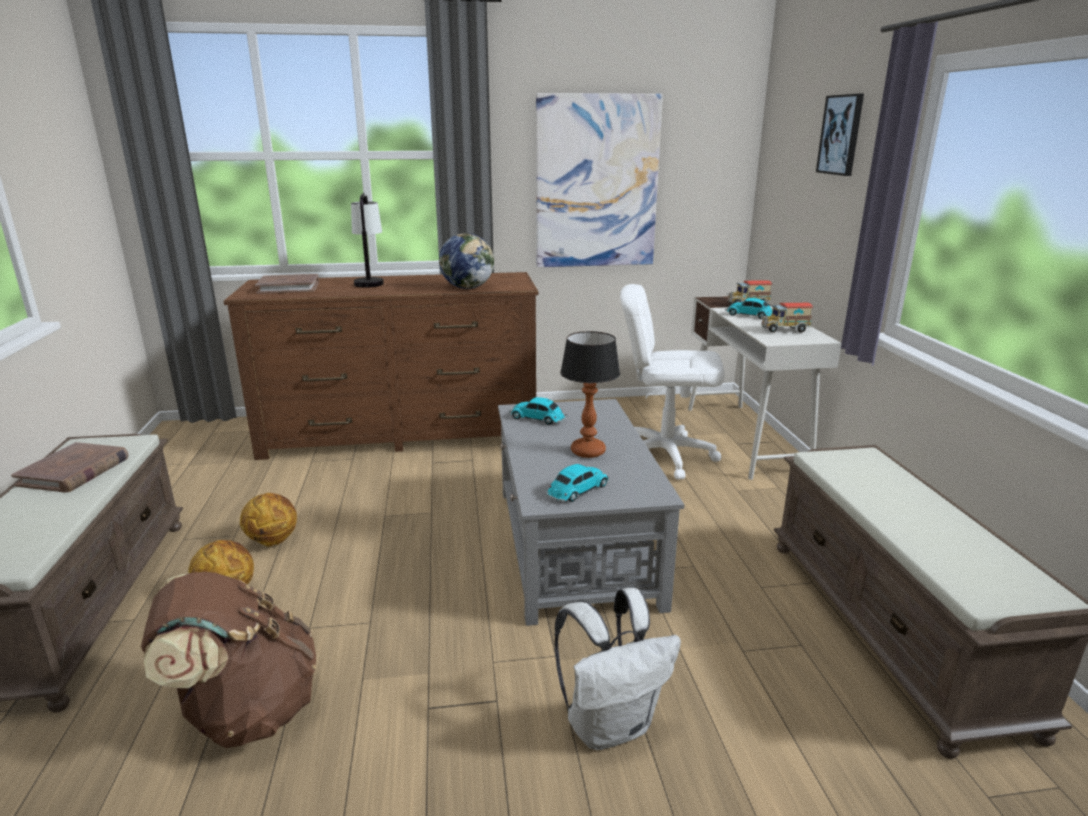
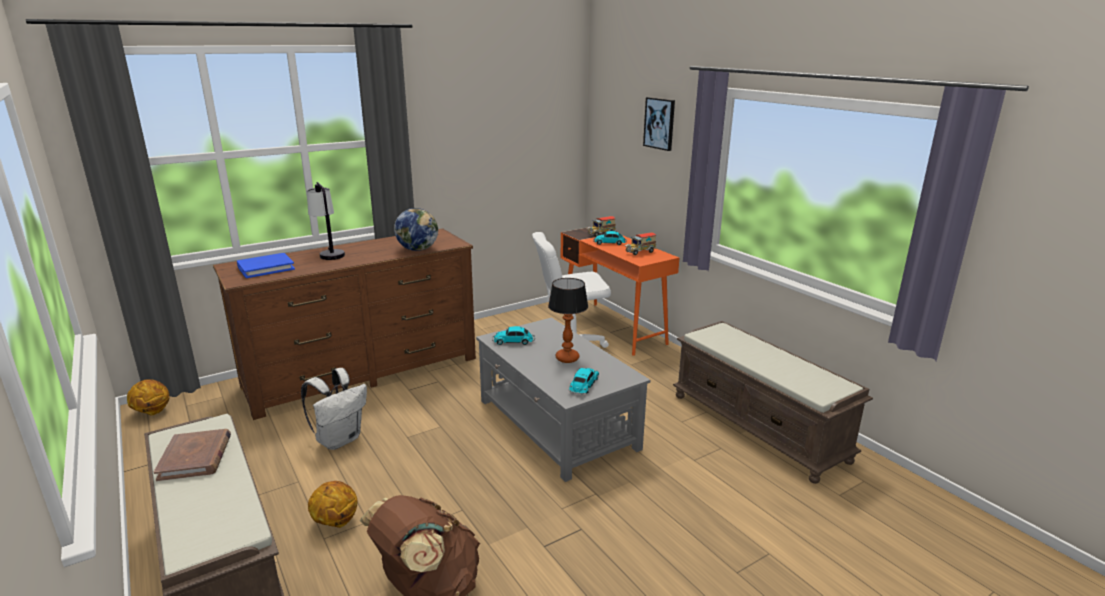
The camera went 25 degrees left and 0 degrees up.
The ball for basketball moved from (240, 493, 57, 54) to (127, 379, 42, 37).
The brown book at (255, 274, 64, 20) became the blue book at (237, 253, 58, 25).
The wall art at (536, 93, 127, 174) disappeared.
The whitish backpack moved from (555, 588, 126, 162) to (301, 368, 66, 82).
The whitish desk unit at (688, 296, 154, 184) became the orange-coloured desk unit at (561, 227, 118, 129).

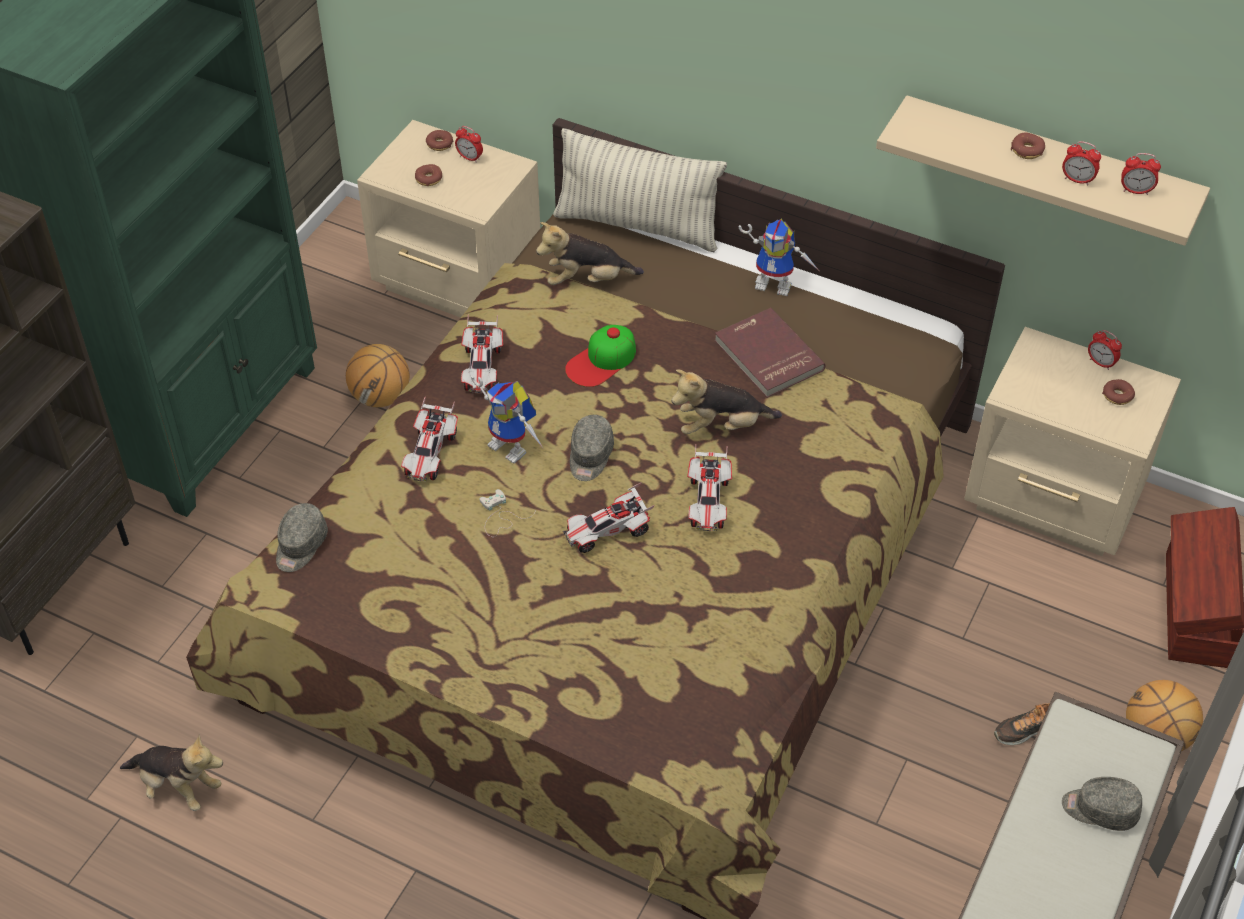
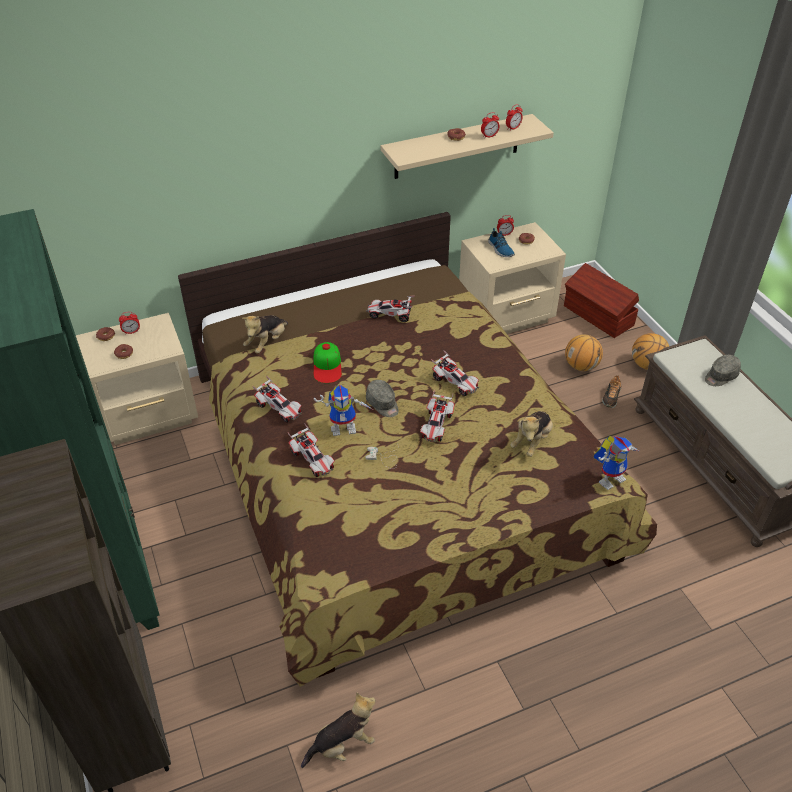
The camera went 50 degrees left and 5 degrees down.
The greyish cap at (276, 503, 52, 69) disappeared.
The ball for basketball moved from (346, 344, 64, 63) to (565, 334, 38, 37).
The cushion at (553, 128, 174, 124) disappeared.
The cuddly toy moved from (671, 369, 111, 65) to (511, 411, 42, 46).
The red book at (714, 308, 112, 90) was replaced by the model car at (366, 296, 48, 26).
The toy robot moved from (739, 218, 79, 78) to (594, 436, 45, 54).
The low shoe at (488, 228, 27, 29) appeared.

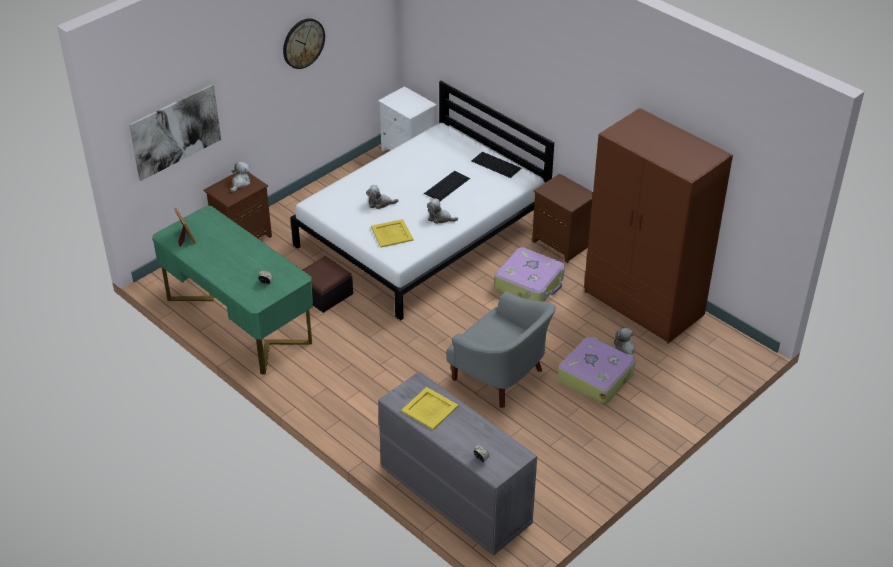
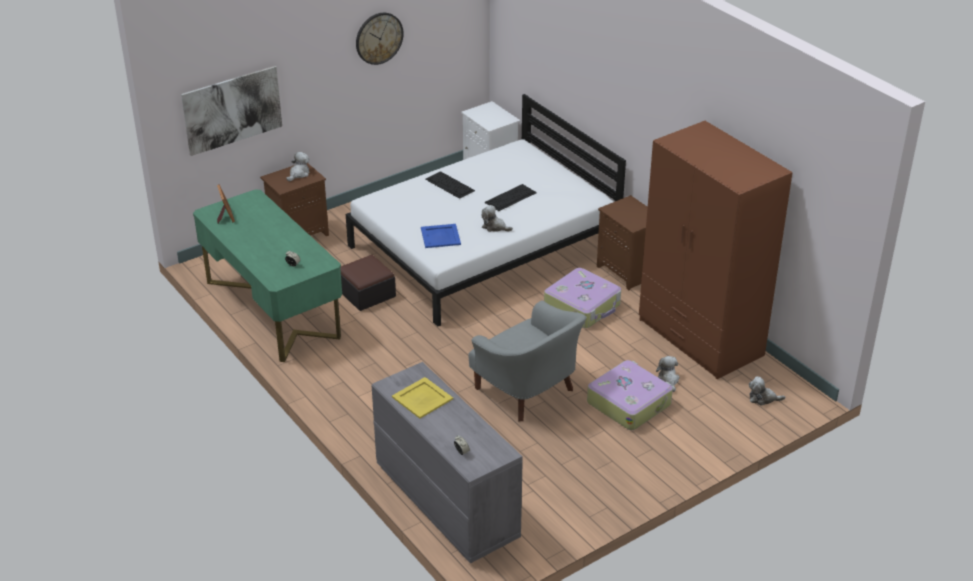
The camera went 10 degrees right and 5 degrees down.
The cuddly toy moved from (366, 185, 33, 24) to (749, 376, 36, 30).
The yellow tray at (371, 219, 43, 29) became the blue tray at (421, 224, 40, 24).
The computer keyboard moved from (471, 152, 51, 26) to (425, 171, 50, 28).

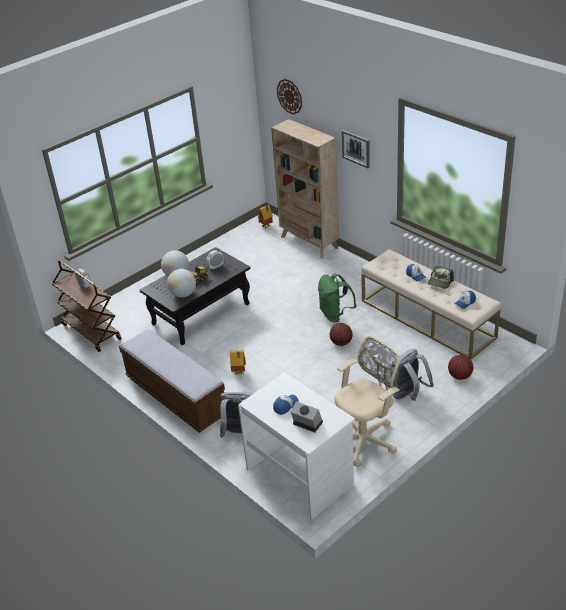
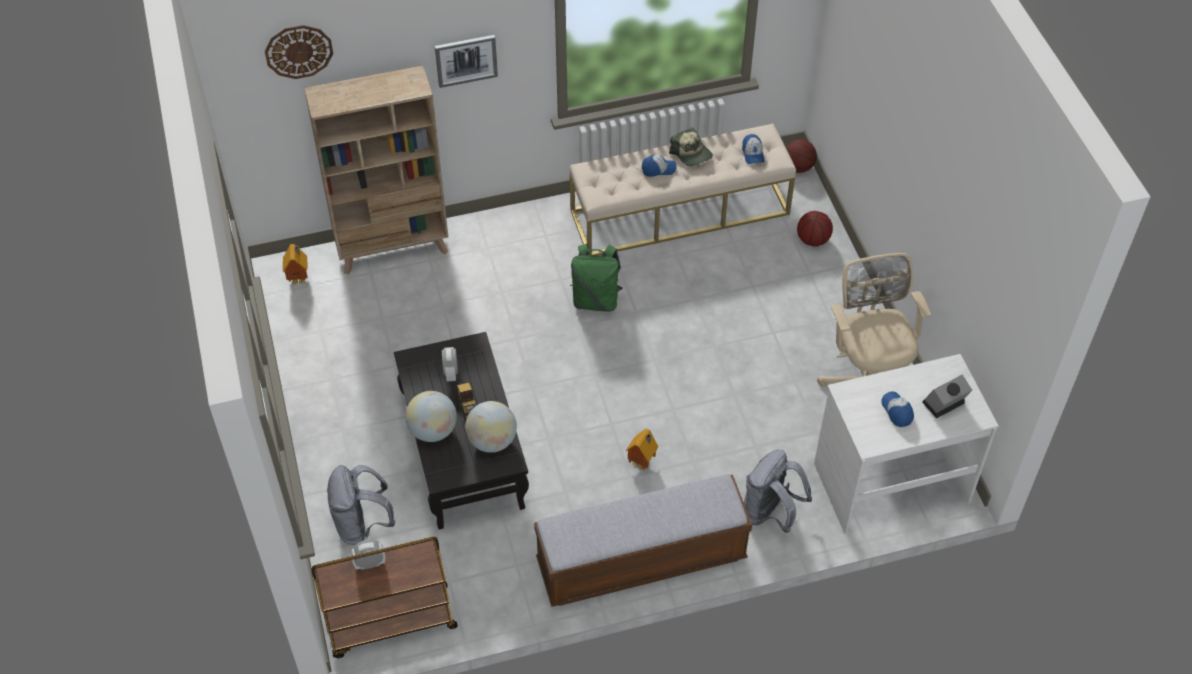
The camera went 65 degrees left and 15 degrees up.
The ball for basketball moved from (330, 323, 23, 23) to (786, 139, 31, 34).
The greyish backpack moved from (391, 349, 43, 52) to (327, 465, 68, 80).

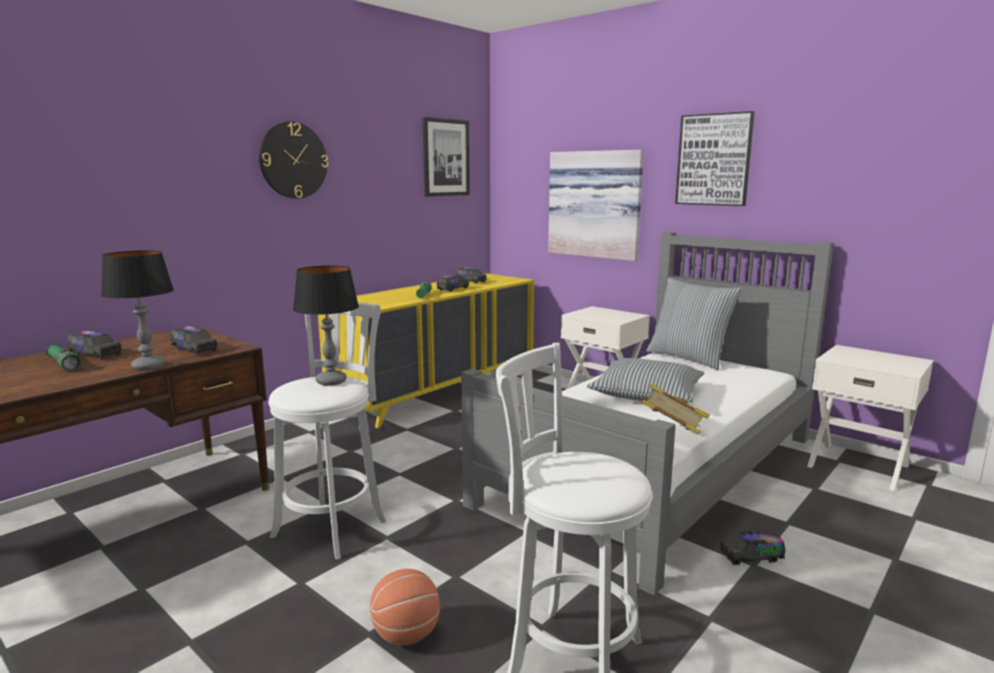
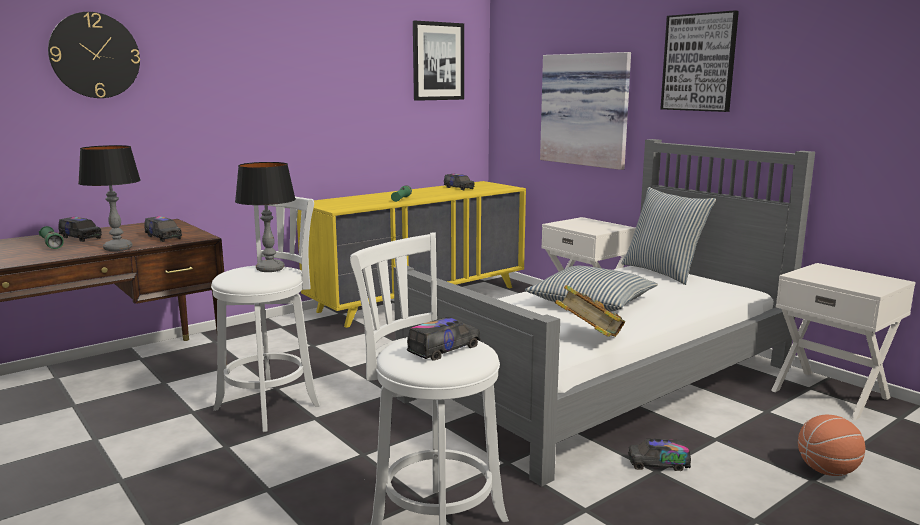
The camera went 10 degrees right and 0 degrees up.
The hanging clock moved from (259, 121, 69, 78) to (48, 12, 92, 86).
The ball for basketball moved from (370, 569, 70, 76) to (798, 415, 67, 61).
The toy truck moved from (437, 275, 32, 17) to (407, 317, 74, 44).

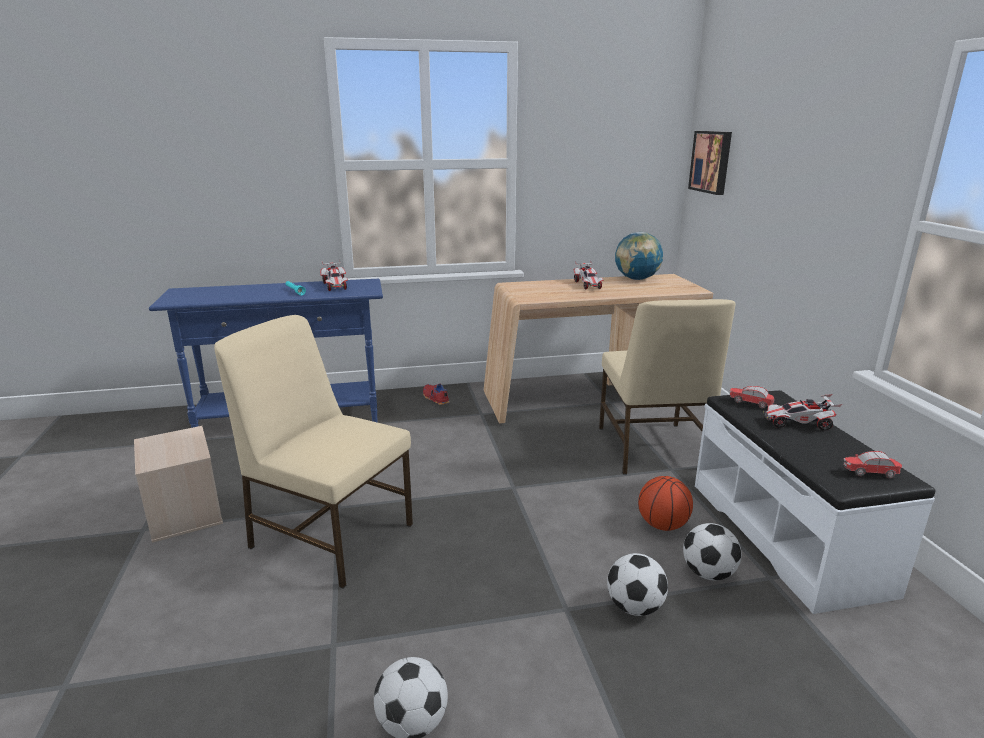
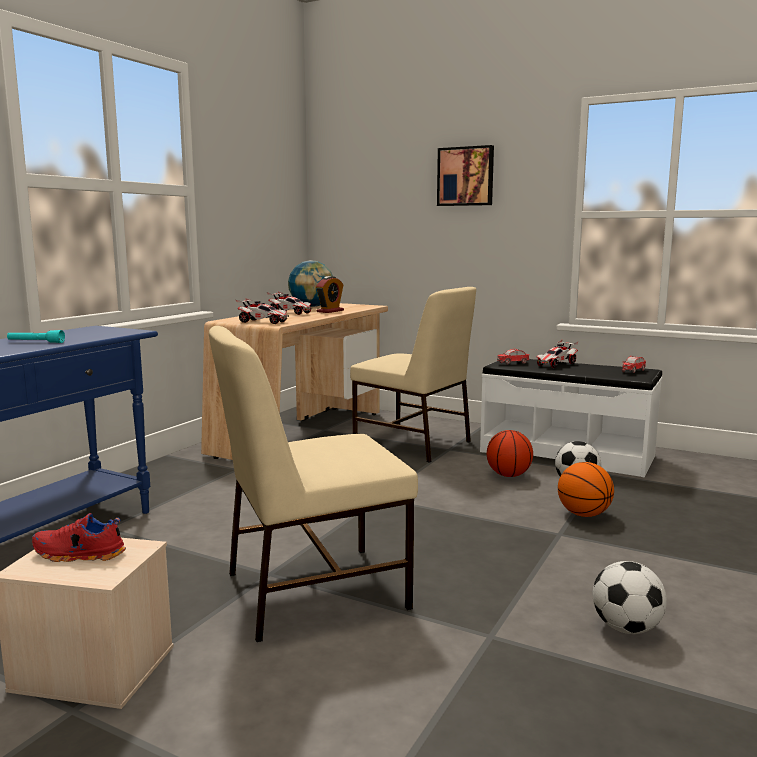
The camera went 50 degrees left and 10 degrees down.
The model car moved from (320, 260, 28, 31) to (236, 298, 53, 26).
The red low shoe moved from (423, 383, 27, 22) to (32, 513, 94, 49).
The football at (607, 553, 61, 63) was replaced by the ball for basketball at (558, 462, 56, 55).
The wall art moved from (688, 131, 44, 64) to (437, 145, 57, 61).
The alarm clock at (316, 276, 28, 37) appeared.

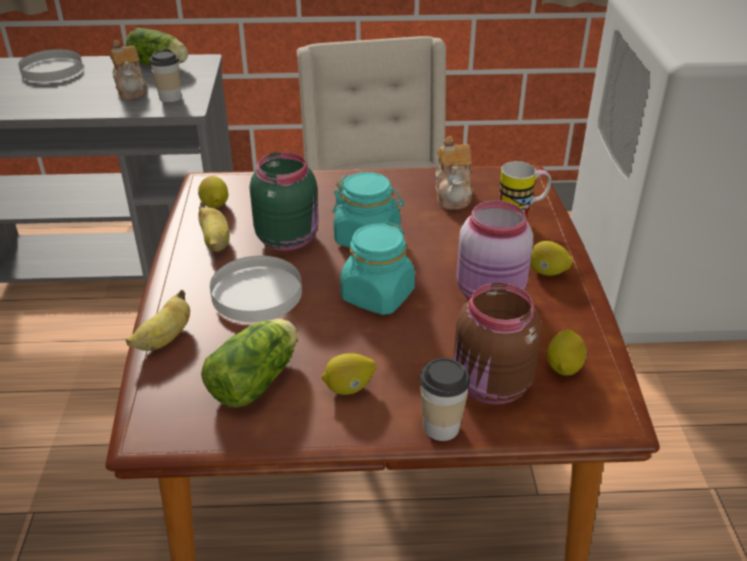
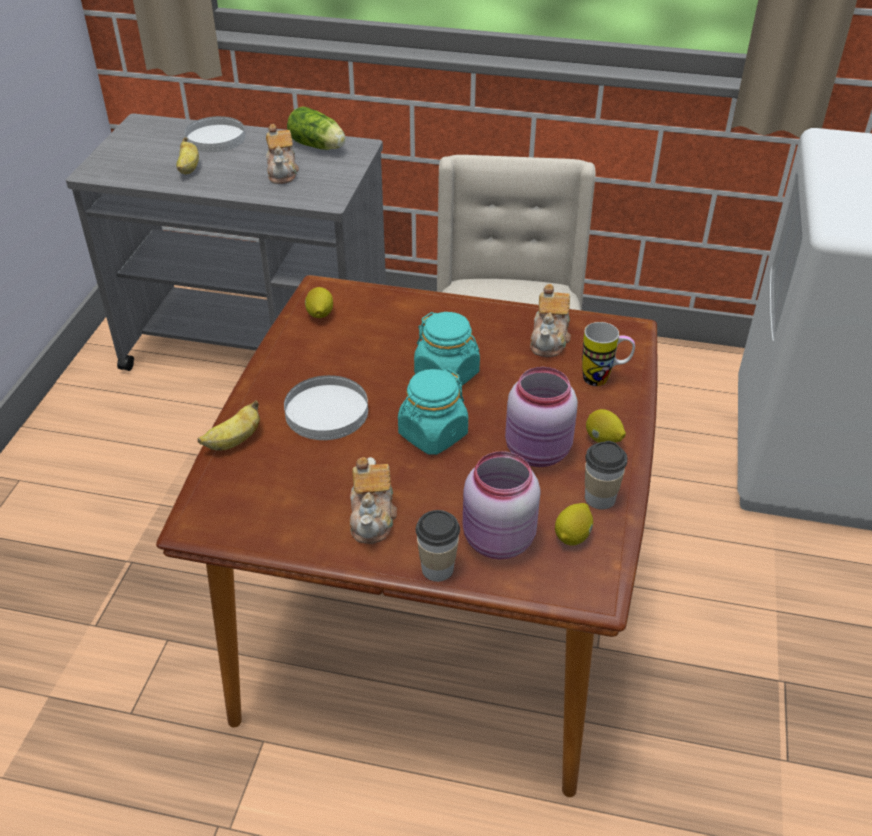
The camera went 15 degrees right and 5 degrees up.
The cup moved from (150, 49, 31, 53) to (585, 441, 42, 69).
The whole banana moved from (198, 202, 32, 50) to (176, 137, 23, 38).
The lettuce at (201, 319, 96, 89) disappeared.
The greenish preserve jar at (250, 152, 69, 99) disappeared.
The lemon at (322, 353, 54, 42) was replaced by the pot for tea at (349, 457, 48, 87).
The brown preserve jar at (454, 283, 88, 121) became the pink preserve jar at (463, 451, 78, 108).

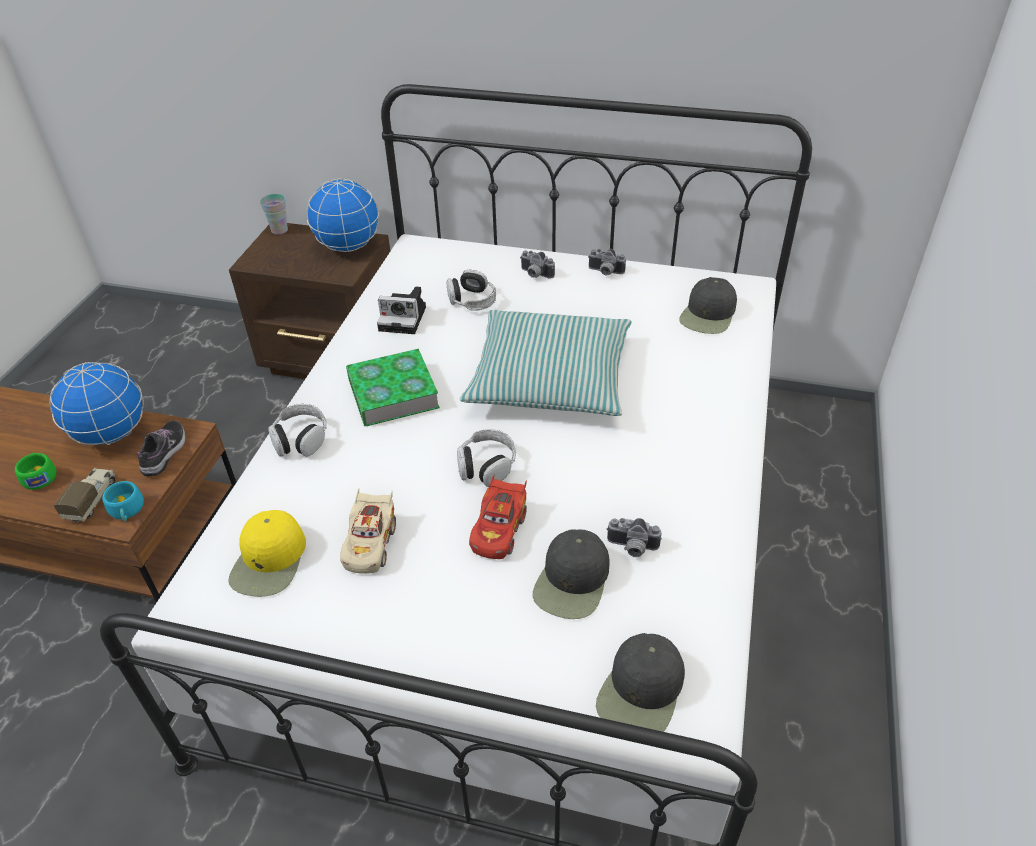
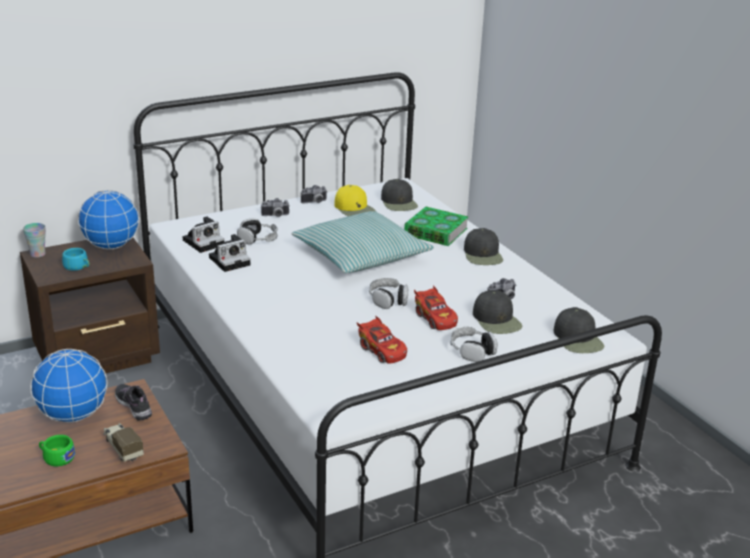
The camera went 45 degrees left and 15 degrees down.
The blue-green cup moved from (102, 481, 42, 41) to (62, 248, 27, 23).
The yellow cap moved from (229, 510, 77, 87) to (334, 185, 42, 31).
The headphones moved from (269, 404, 58, 53) to (450, 327, 47, 35).
The beige model car at (340, 488, 56, 86) became the red model car at (357, 316, 50, 48).
The book moved from (346, 349, 94, 77) to (404, 206, 64, 40).
The still camera at (183, 216, 41, 37) appeared.
The blackish cap at (464, 228, 39, 37) appeared.

